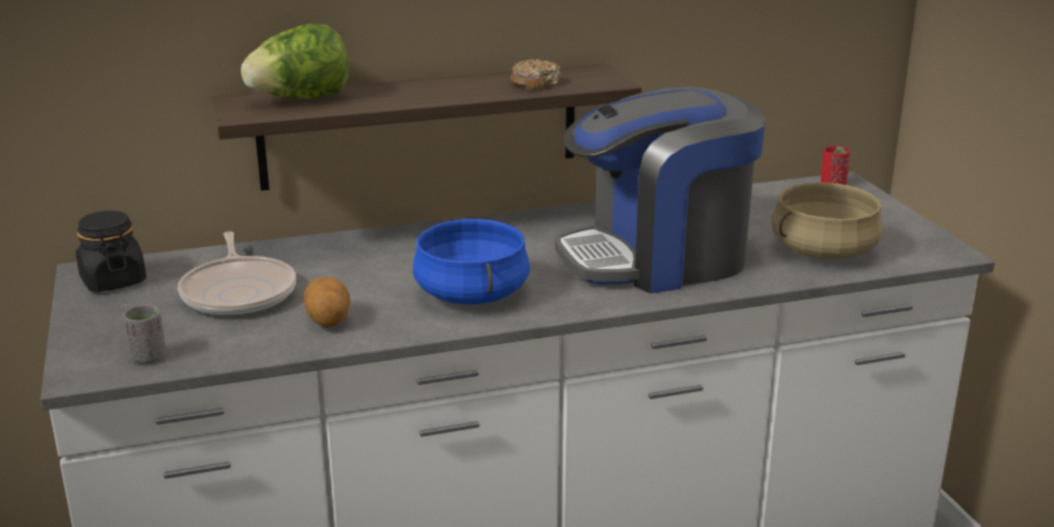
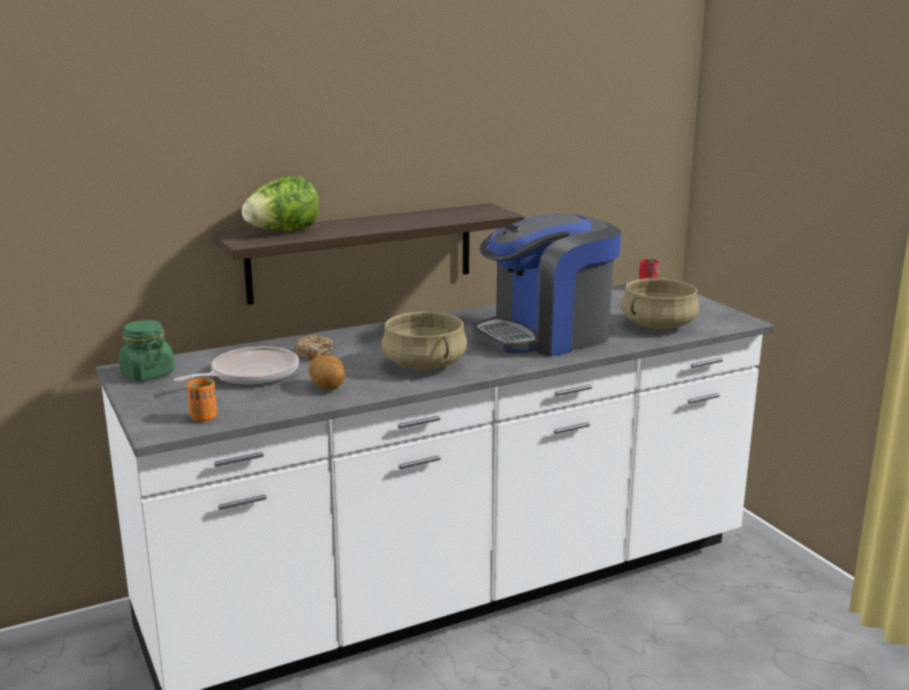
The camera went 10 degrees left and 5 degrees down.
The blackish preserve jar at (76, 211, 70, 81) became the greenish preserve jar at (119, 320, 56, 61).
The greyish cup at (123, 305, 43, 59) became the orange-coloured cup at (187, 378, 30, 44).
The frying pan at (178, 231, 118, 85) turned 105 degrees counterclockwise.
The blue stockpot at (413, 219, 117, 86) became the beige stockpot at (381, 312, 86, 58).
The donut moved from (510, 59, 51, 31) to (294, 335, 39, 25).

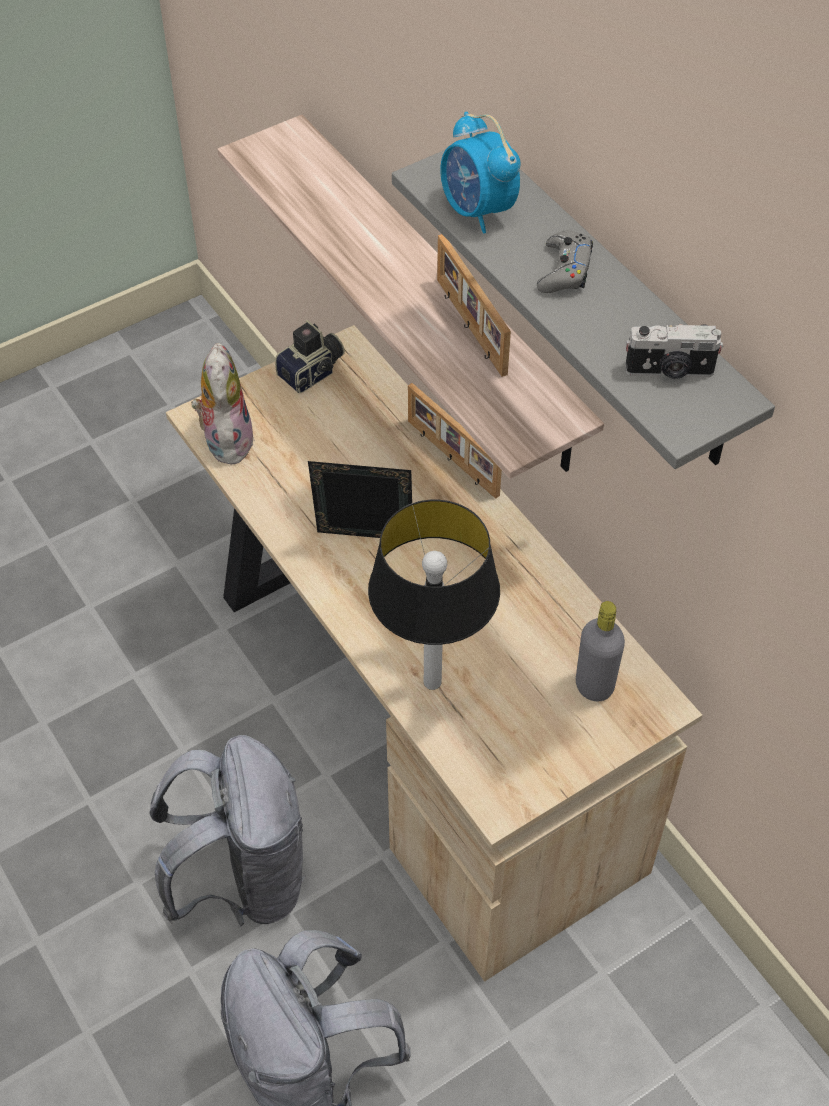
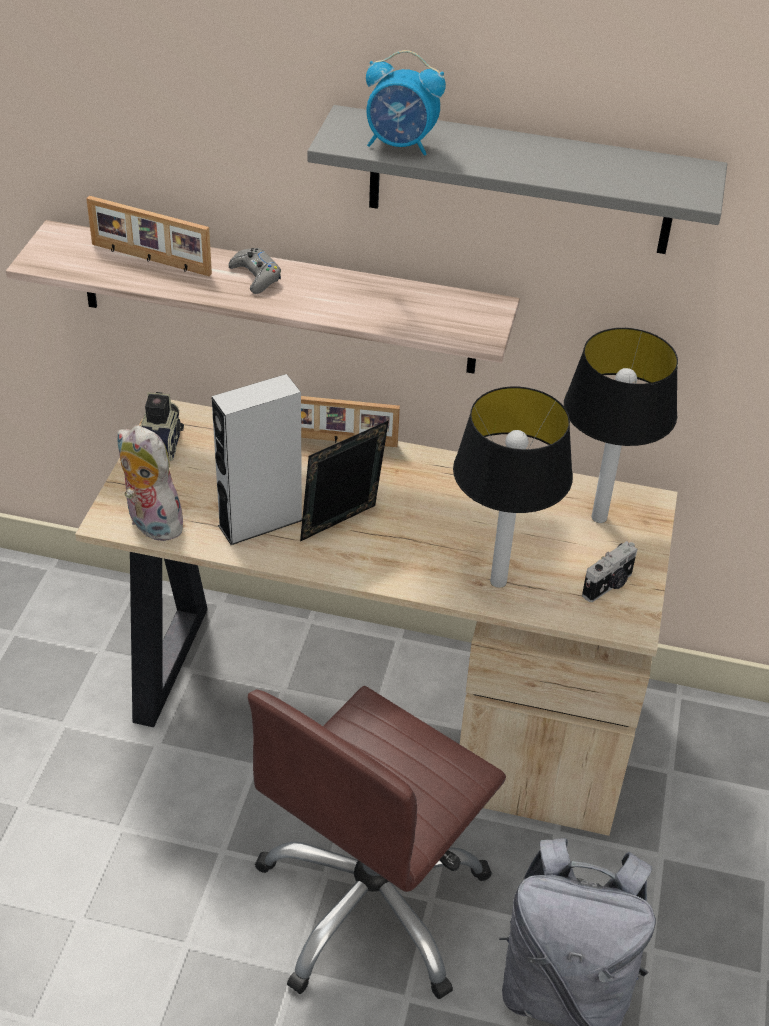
The camera went 45 degrees left and 10 degrees down.
The greyish backpack at (149, 735, 157, 192) was replaced by the brown desk chair at (248, 686, 258, 313).
The photo frame moved from (437, 234, 74, 143) to (86, 196, 126, 80).
The greyish joypad moved from (537, 230, 56, 63) to (229, 248, 52, 46).
The greyish drink bottle at (576, 601, 49, 100) was replaced by the table lamp at (564, 328, 114, 195).
The still camera moved from (625, 324, 98, 55) to (582, 541, 55, 61).
The greyish loudspeaker at (212, 374, 90, 171) appeared.

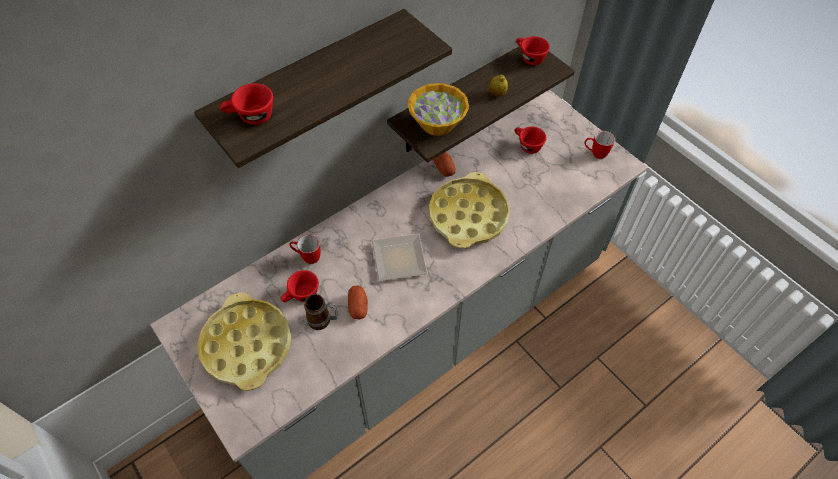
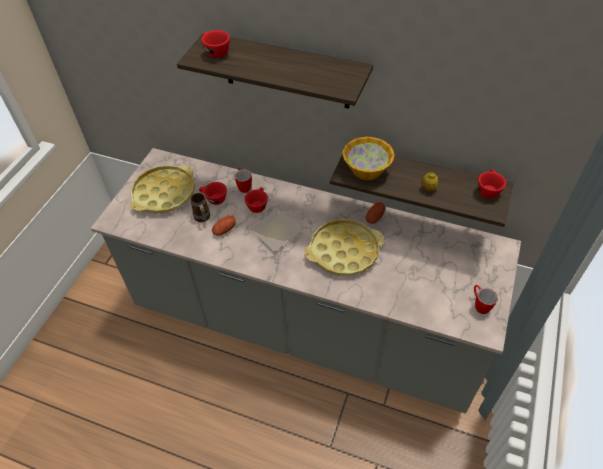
The camera went 60 degrees right and 5 degrees down.
The red cup moved from (515, 126, 31, 28) to (244, 187, 24, 26).

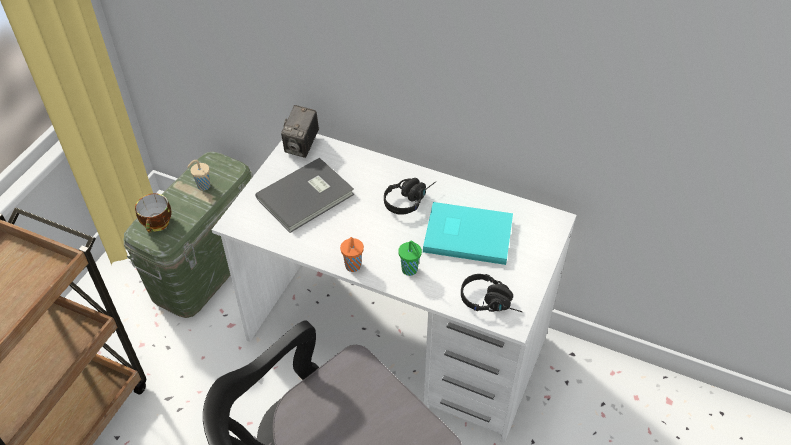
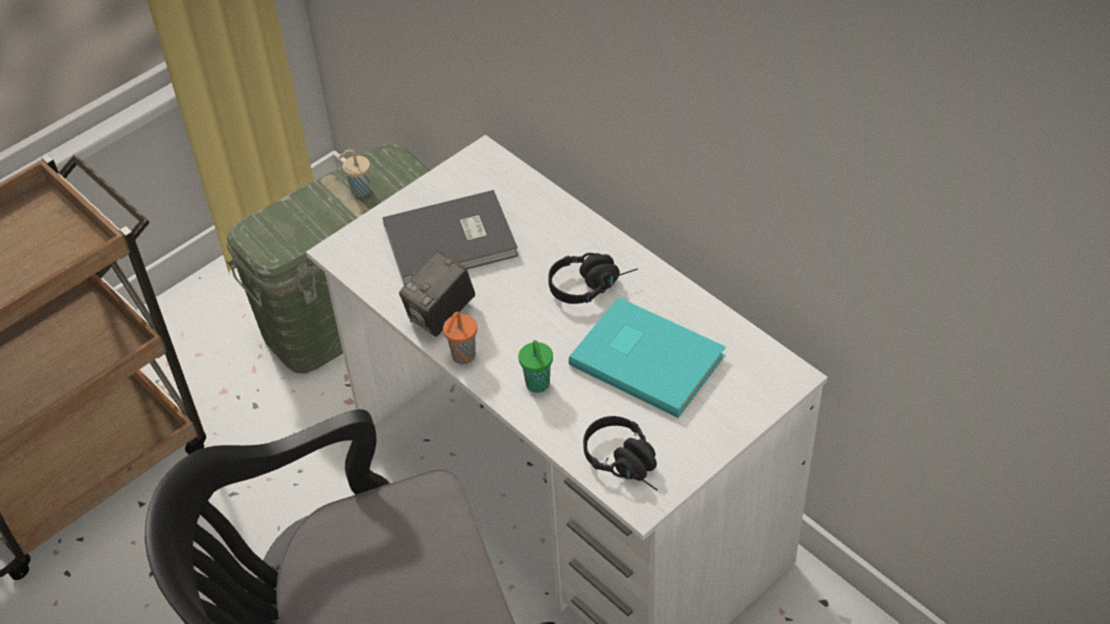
The camera went 25 degrees right and 0 degrees up.
The cup at (135, 193, 37, 40) disappeared.
The still camera moved from (281, 105, 38, 53) to (399, 250, 76, 87).

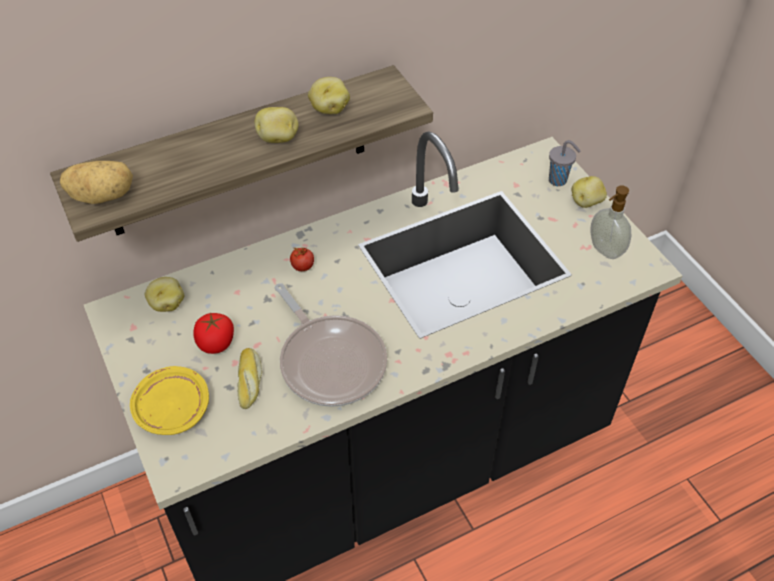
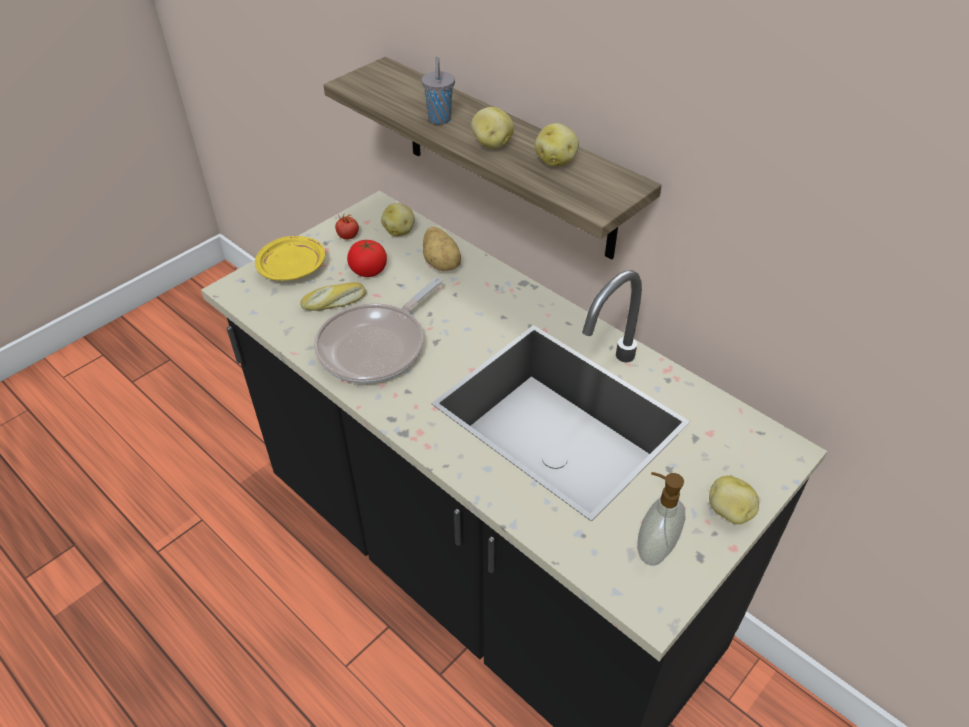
The camera went 70 degrees right and 5 degrees down.
The spud moved from (60, 161, 73, 43) to (423, 227, 38, 44).
The whole tomato moved from (290, 248, 24, 23) to (335, 215, 24, 25).
The greyish cup moved from (549, 140, 32, 46) to (422, 57, 33, 67).

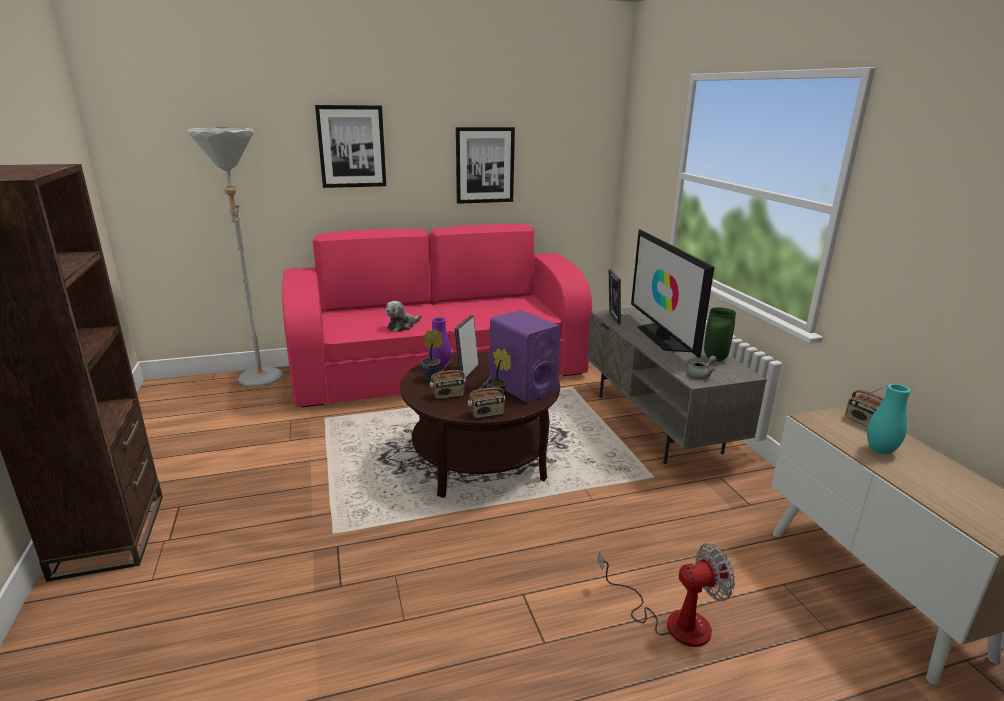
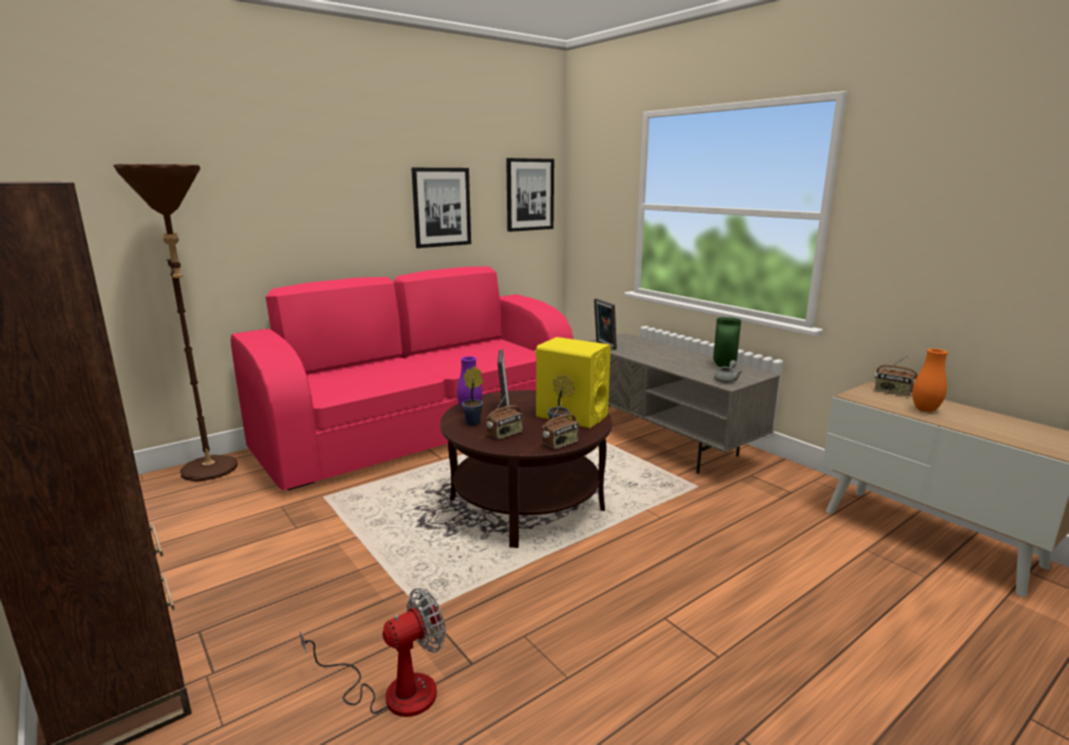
The camera went 20 degrees left and 5 degrees down.
The greyish standing lamp at (187, 128, 96, 259) became the brown standing lamp at (113, 164, 125, 317).
The wall art moved from (315, 105, 71, 83) to (506, 158, 48, 74).
The cuddly toy at (386, 301, 35, 31) disappeared.
The purple loudspeaker at (489, 310, 72, 93) became the yellow loudspeaker at (535, 337, 76, 91).
The cooling fan moved from (598, 543, 137, 104) to (300, 588, 145, 129).
The TV at (631, 229, 83, 129) disappeared.
The blue-green vase at (867, 384, 44, 70) became the orange-coloured vase at (912, 349, 36, 63).

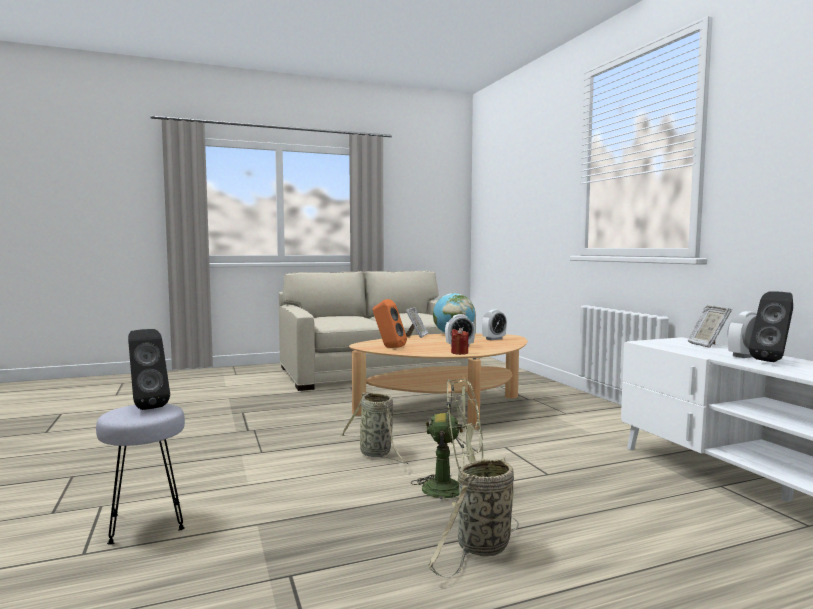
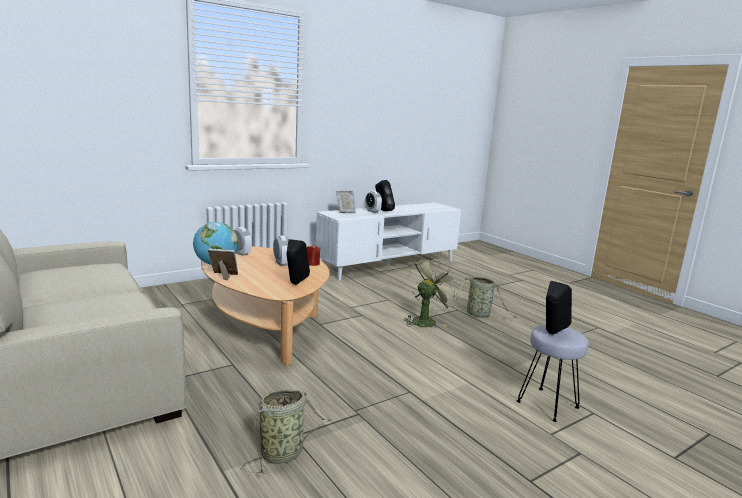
The camera went 105 degrees left and 10 degrees up.
The basket moved from (341, 391, 67, 73) to (242, 389, 90, 85).
The orange-coloured loudspeaker at (373, 299, 34, 49) became the blackish loudspeaker at (286, 239, 24, 46).
The greenish cooling fan at (411, 379, 72, 128) turned 45 degrees clockwise.

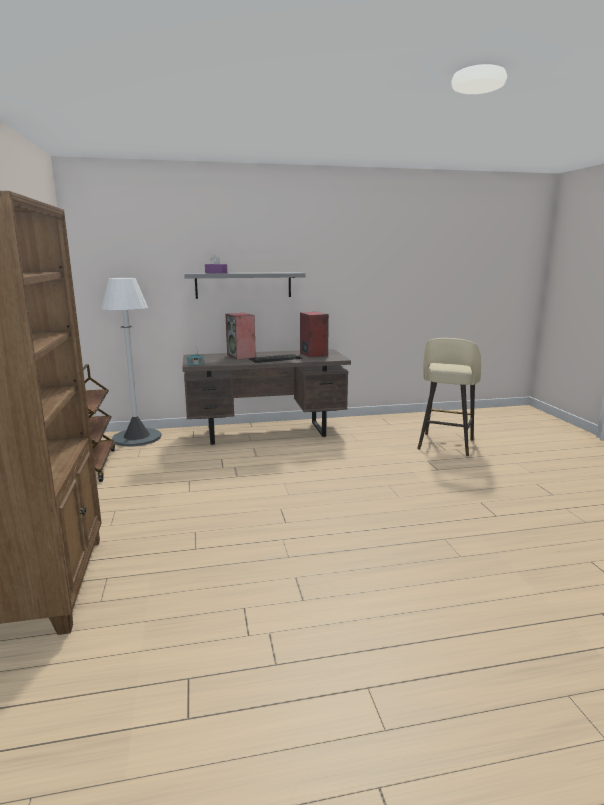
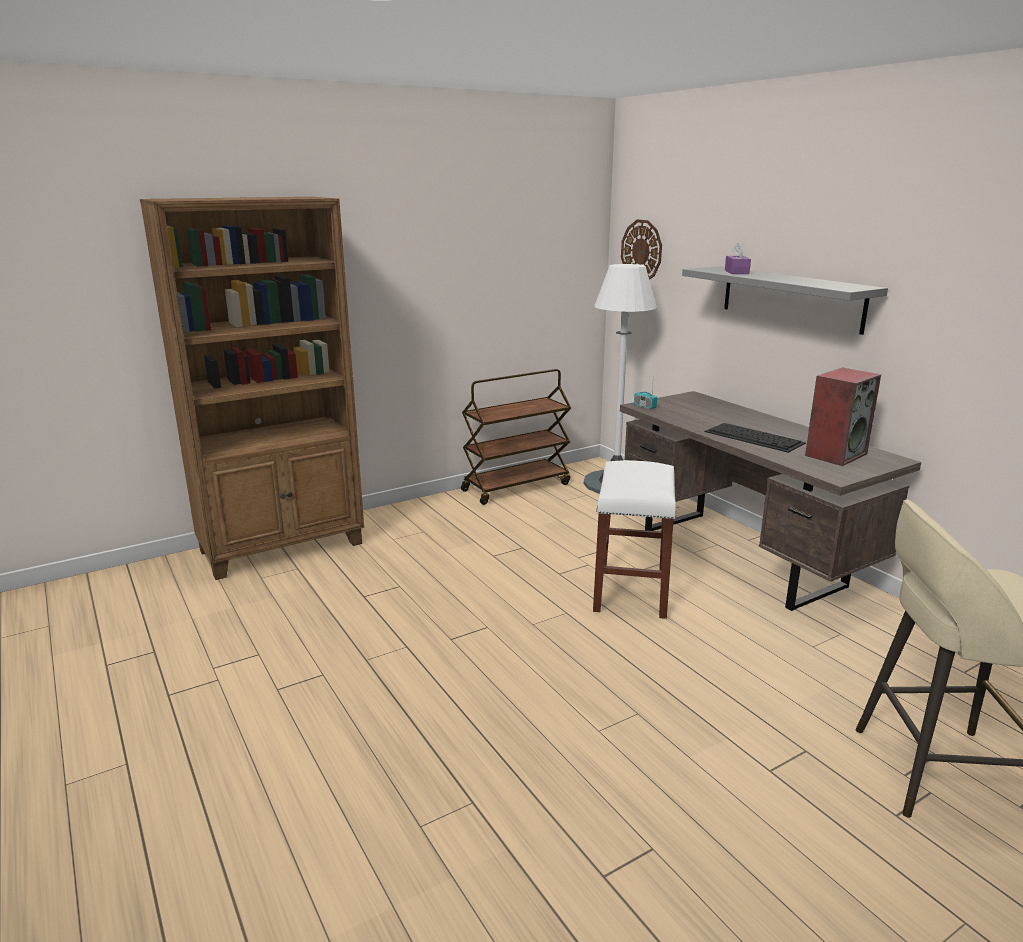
The camera went 70 degrees right and 5 degrees up.
The loudspeaker at (225, 313, 31, 47) disappeared.
The whitish stool seat at (593, 460, 83, 159) appeared.
The hanging clock at (621, 220, 41, 60) appeared.

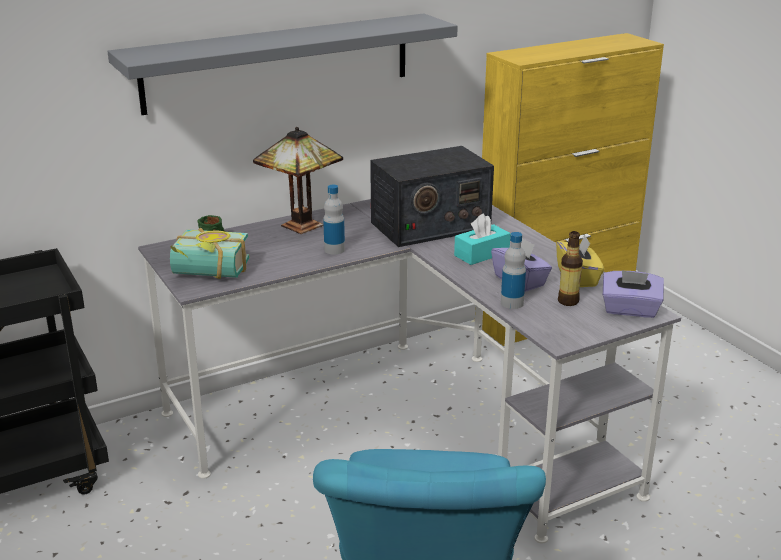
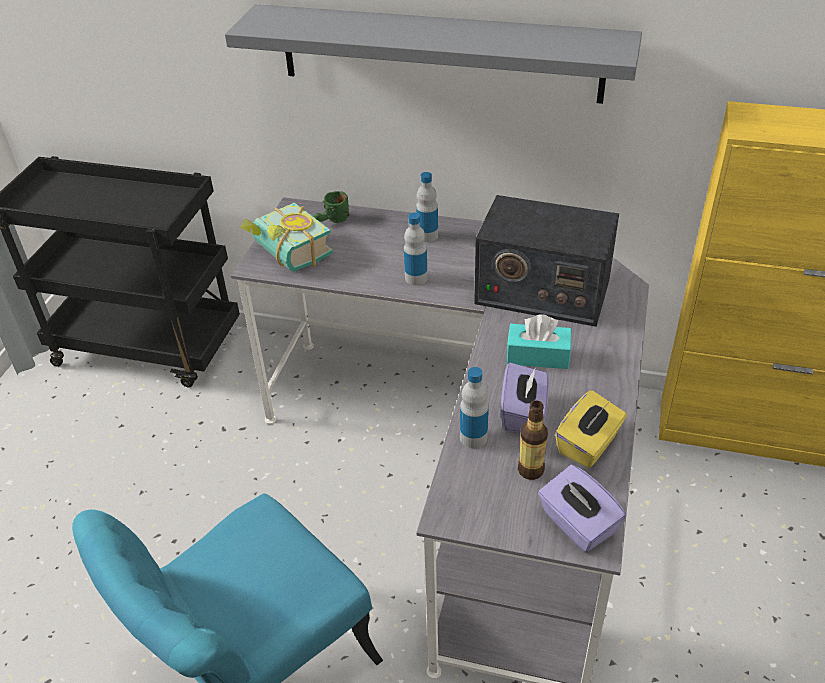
The camera went 45 degrees right and 15 degrees up.
The table lamp at (253, 127, 90, 108) was replaced by the drink bottle at (416, 172, 22, 70).

